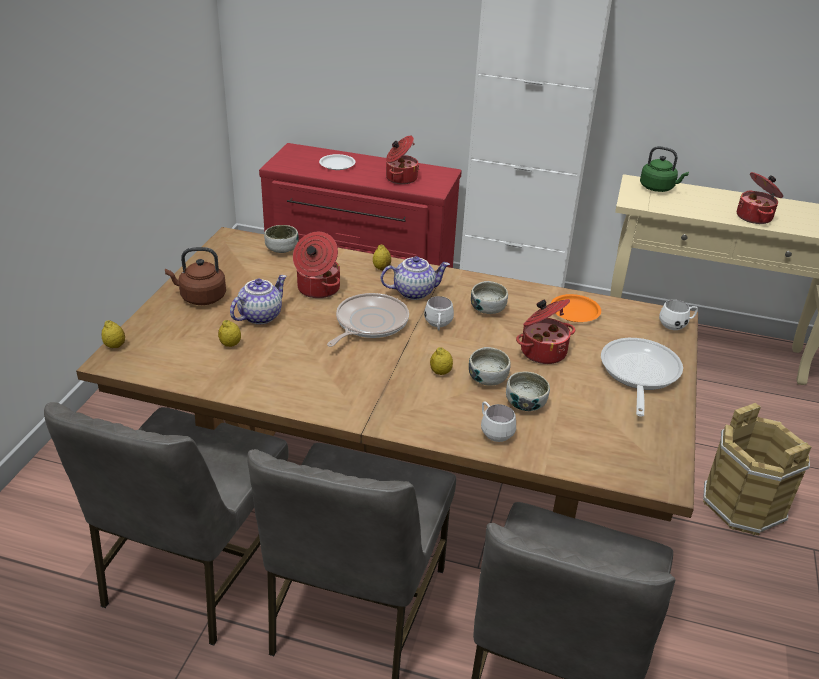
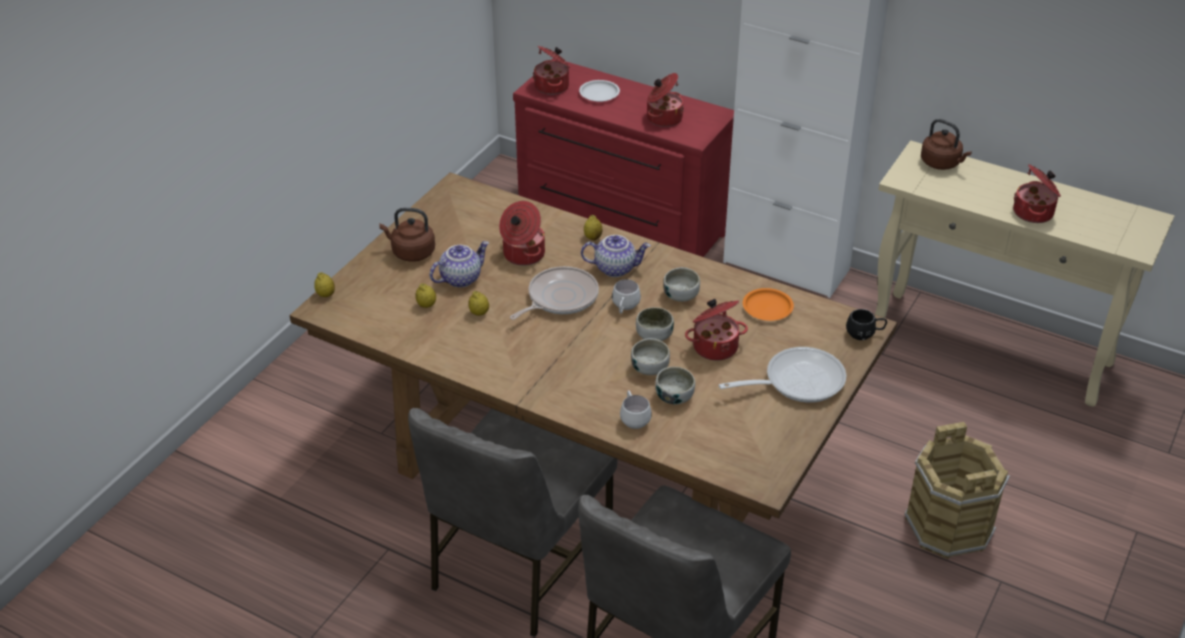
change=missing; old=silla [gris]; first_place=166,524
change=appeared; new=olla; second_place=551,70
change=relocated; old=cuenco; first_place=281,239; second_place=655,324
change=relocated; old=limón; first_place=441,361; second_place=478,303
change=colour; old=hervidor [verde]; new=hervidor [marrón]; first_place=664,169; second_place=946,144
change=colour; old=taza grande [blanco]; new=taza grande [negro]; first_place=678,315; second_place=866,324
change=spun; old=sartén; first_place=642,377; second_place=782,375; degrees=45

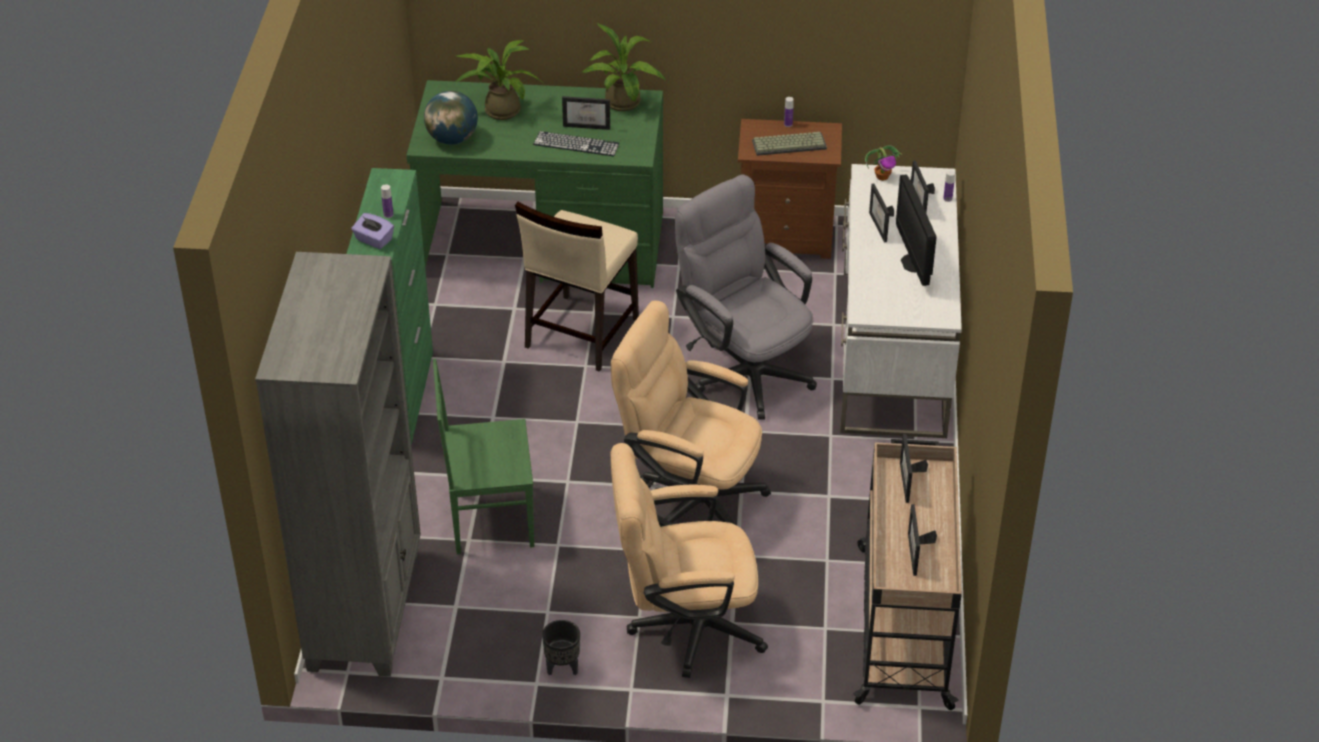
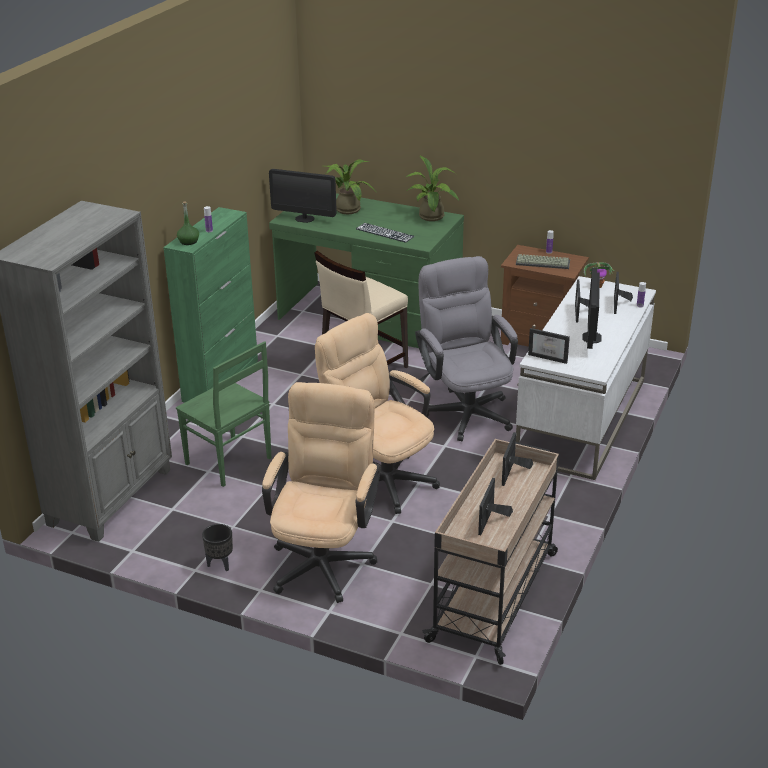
change=relocated; old=portarretratos; first_place=586,113; second_place=549,346
change=exchanged; old=caja de pañuelos [morado]; new=botella [verde]; first_place=372,231; second_place=188,223
change=exchanged; old=globo terráqueo; new=monitor; first_place=451,118; second_place=302,196
change=spun; old=silla [verde]; first_place=483,456; second_place=223,414; degrees=-150
change=spun; old=silla de oficina [beis]; first_place=689,560; second_place=321,492; degrees=90

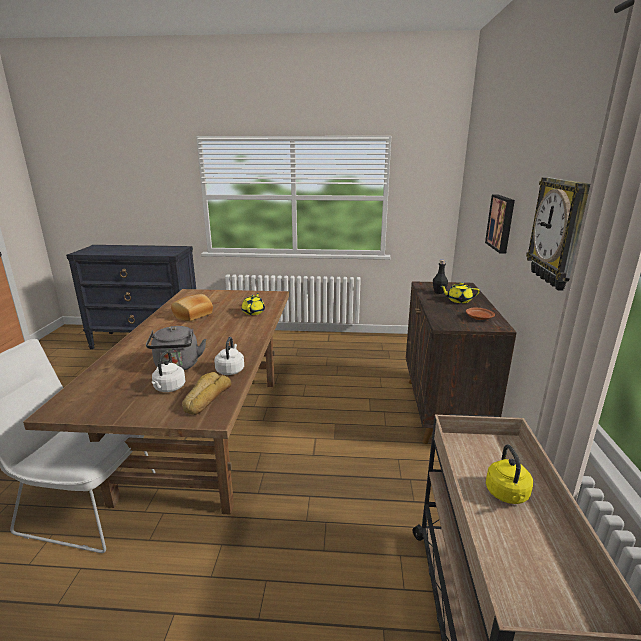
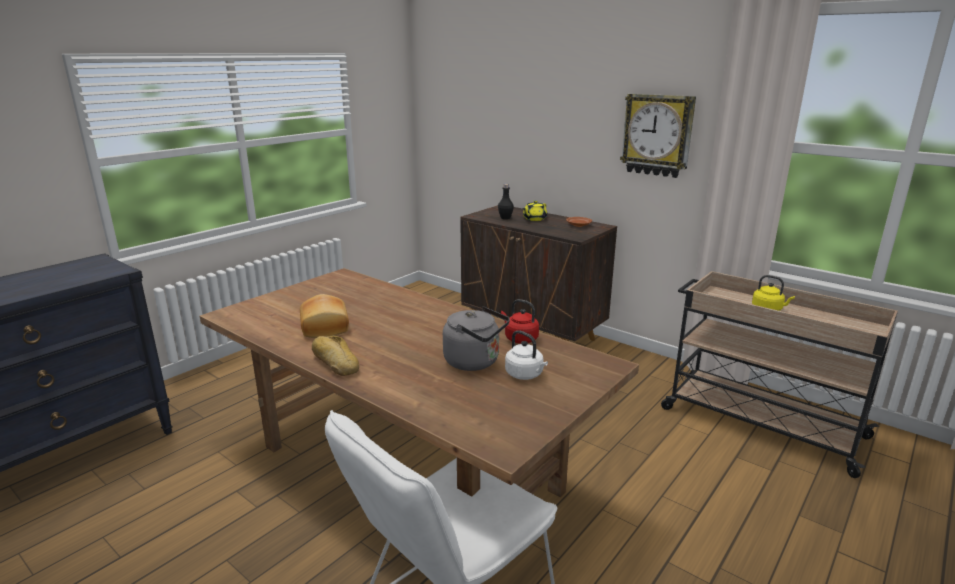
change=missing; old=tetera [amarillo]; first_place=253,304
change=missing; old=cuadro; first_place=500,224
change=relocated; old=pan; first_place=206,393; second_place=335,356
change=colour; old=hervidor [blanco]; new=hervidor [rojo]; first_place=229,356; second_place=520,321

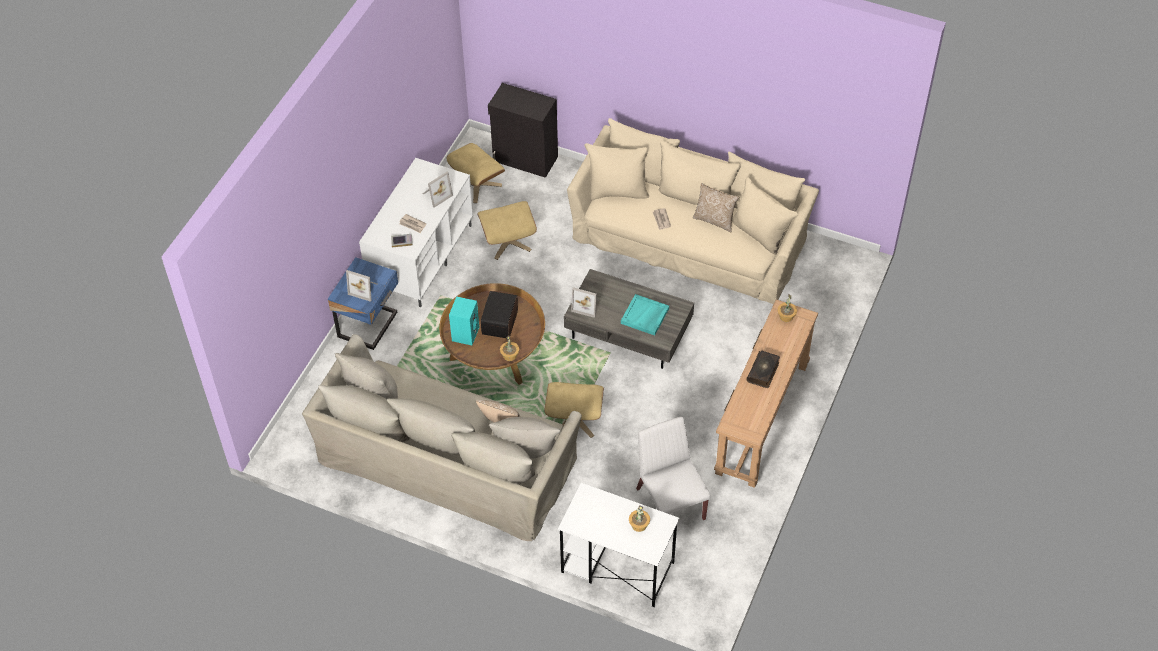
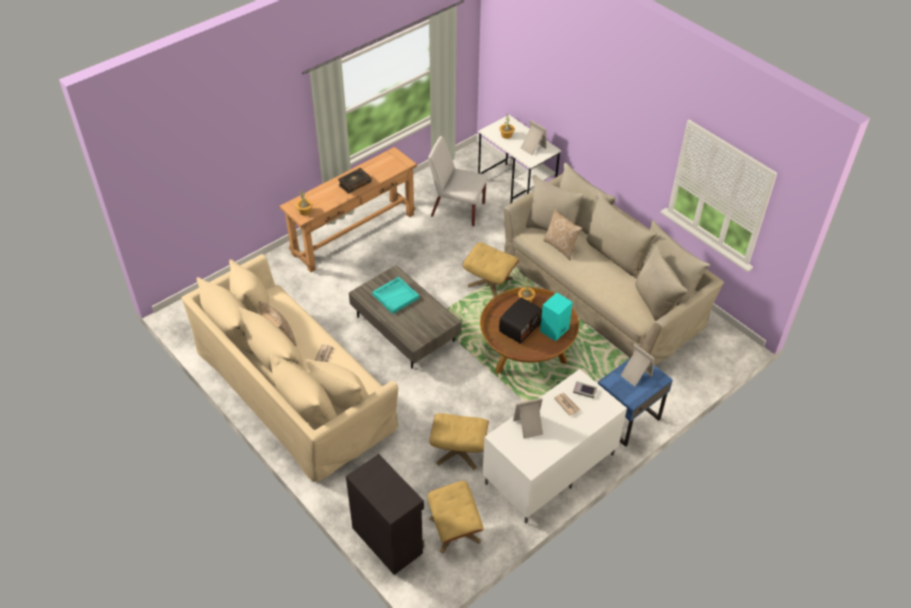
change=relocated; old=portarretratos; first_place=585,302; second_place=534,137
change=spun; old=silla [blanco]; first_place=673,468; second_place=458,181; degrees=105

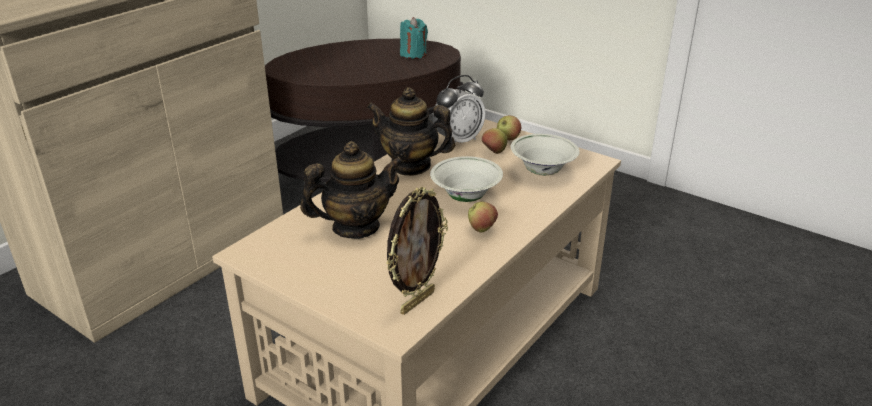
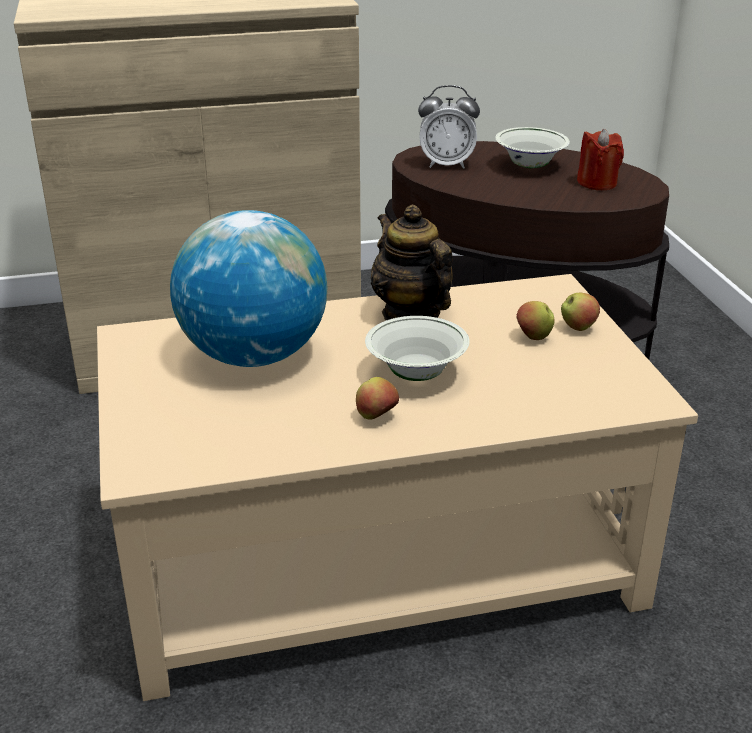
change=missing; old=portarretratos; first_place=417,251
change=relocated; old=despertador; first_place=459,109; second_place=449,127
change=relocated; old=cuenco [blanco]; first_place=545,154; second_place=532,147
change=exchanged; old=tetera; new=globo terráqueo; first_place=352,190; second_place=248,288
change=colour; old=vela [turquesa]; new=vela [rojo]; first_place=414,38; second_place=600,159

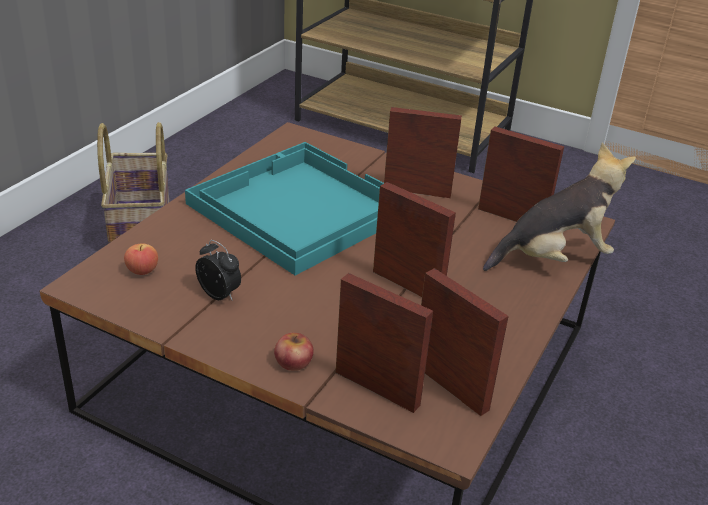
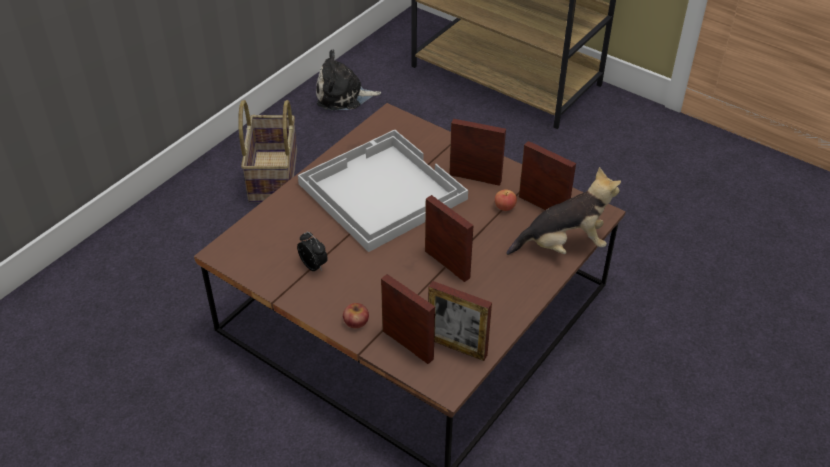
change=appeared; new=peluche; second_place=348,80
change=relocated; old=manzana; first_place=141,259; second_place=506,200
change=colour; old=bandeja [turquesa]; new=bandeja [blanco]; first_place=284,209; second_place=383,190
change=spun; old=portarretratos; first_place=465,342; second_place=460,321; degrees=150

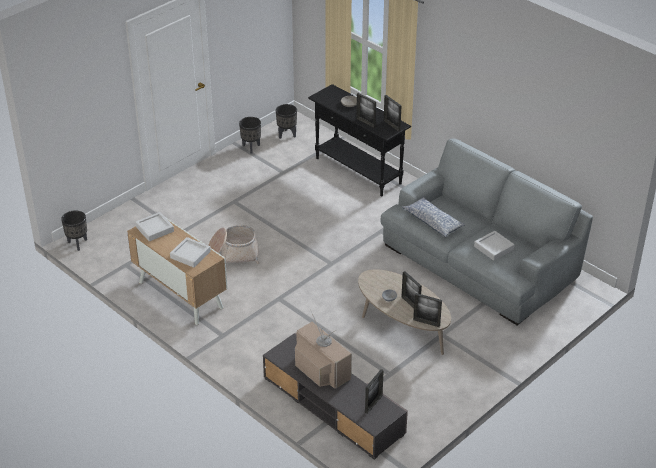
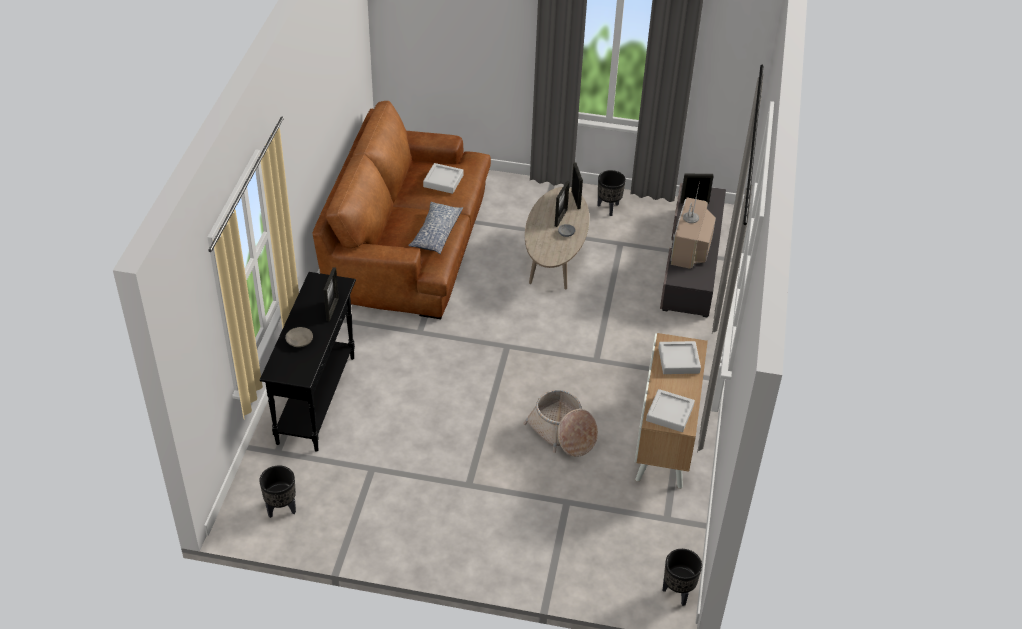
change=missing; old=portarretratos; first_place=392,113
change=relocated; old=maceta [negro]; first_place=250,135; second_place=611,193
change=colour; old=sofá [gris]; new=sofá [marrón]; first_place=487,231; second_place=401,210

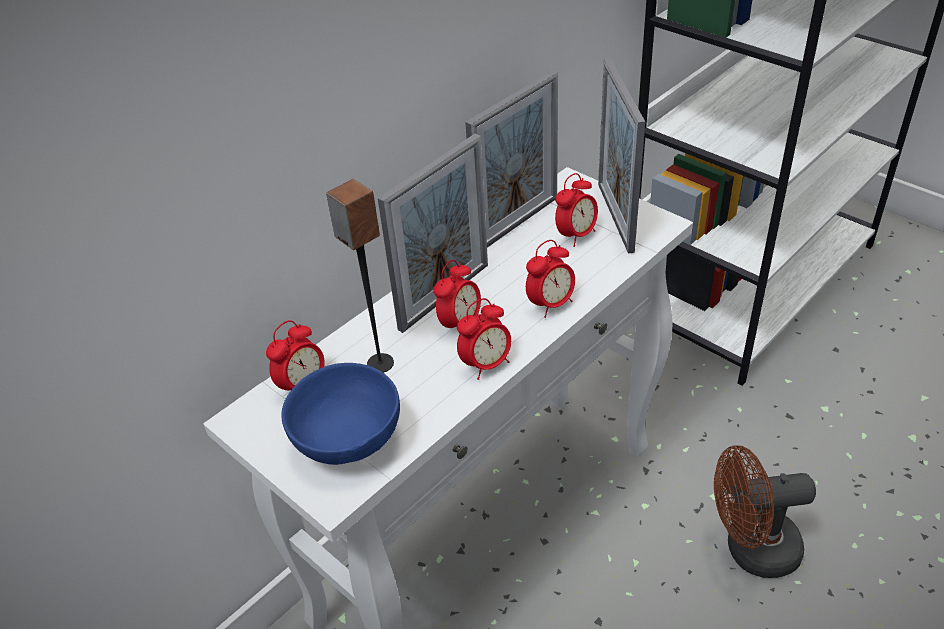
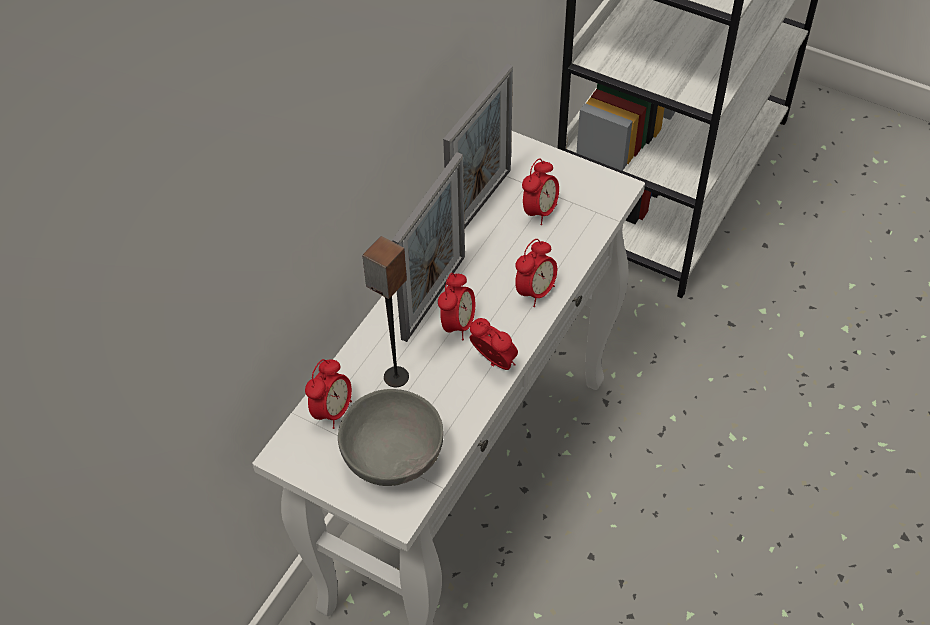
change=missing; old=portarretratos; first_place=621,156
change=missing; old=ventilador [marrón]; first_place=765,511
change=colour; old=cuenco [azul]; new=cuenco [gris]; first_place=340,414; second_place=391,437
change=spun; old=despertador; first_place=484,339; second_place=494,344; degrees=-90

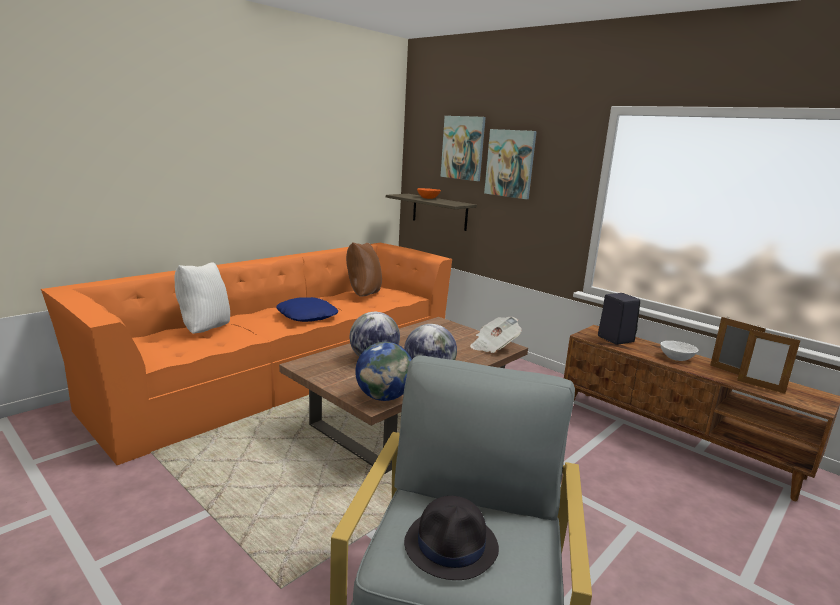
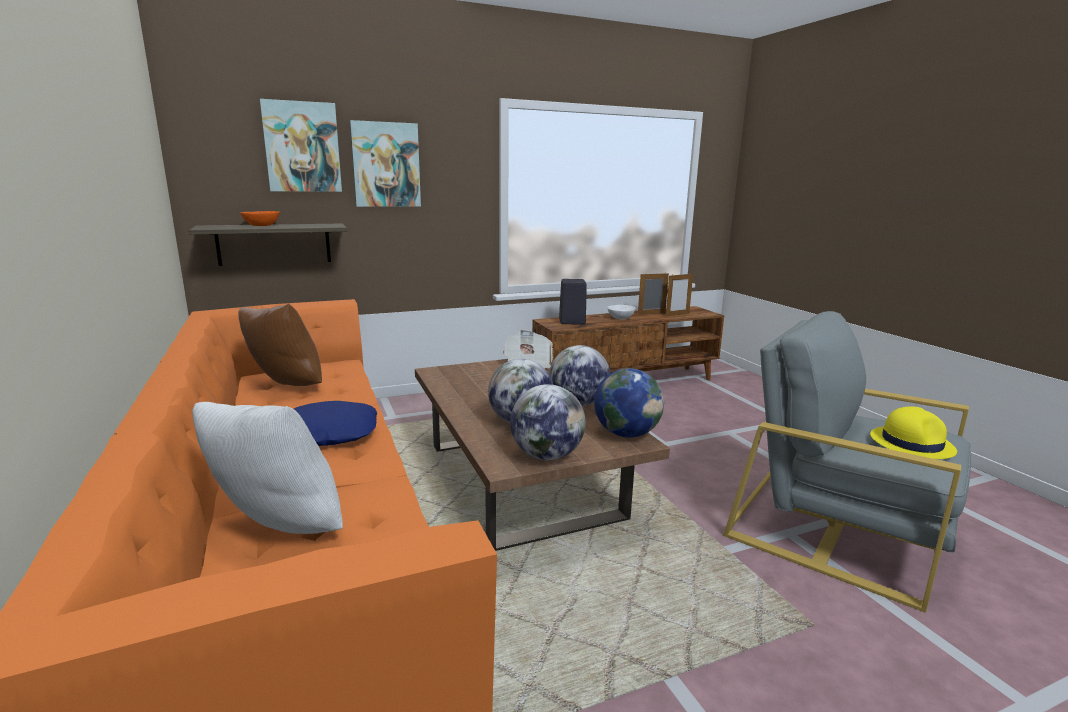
change=appeared; new=globo terráqueo; second_place=548,422
change=colour; old=sombrero [negro]; new=sombrero [amarillo]; first_place=451,538; second_place=913,432

